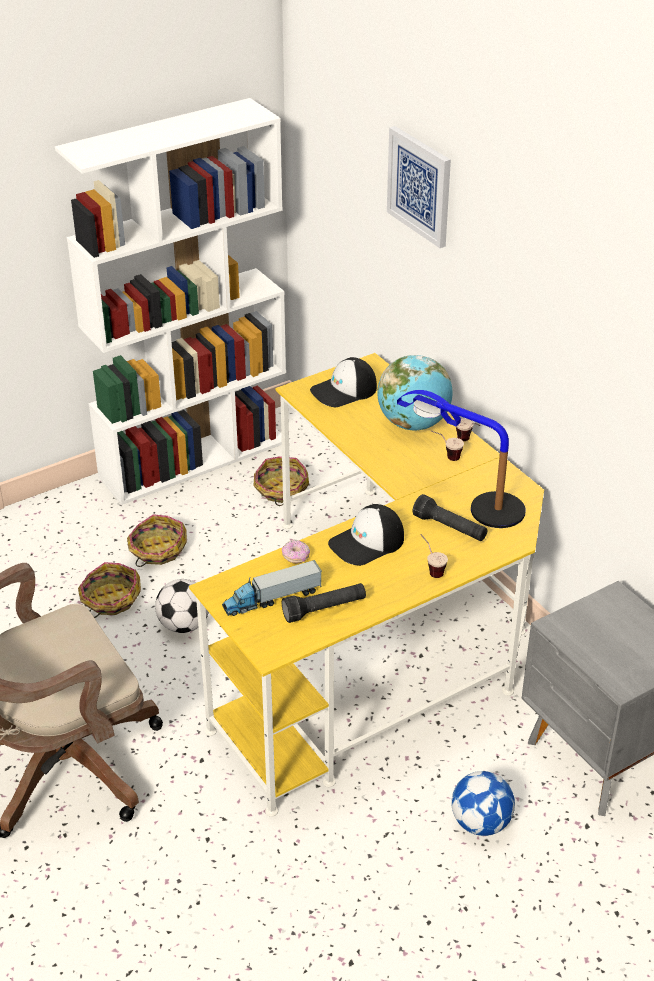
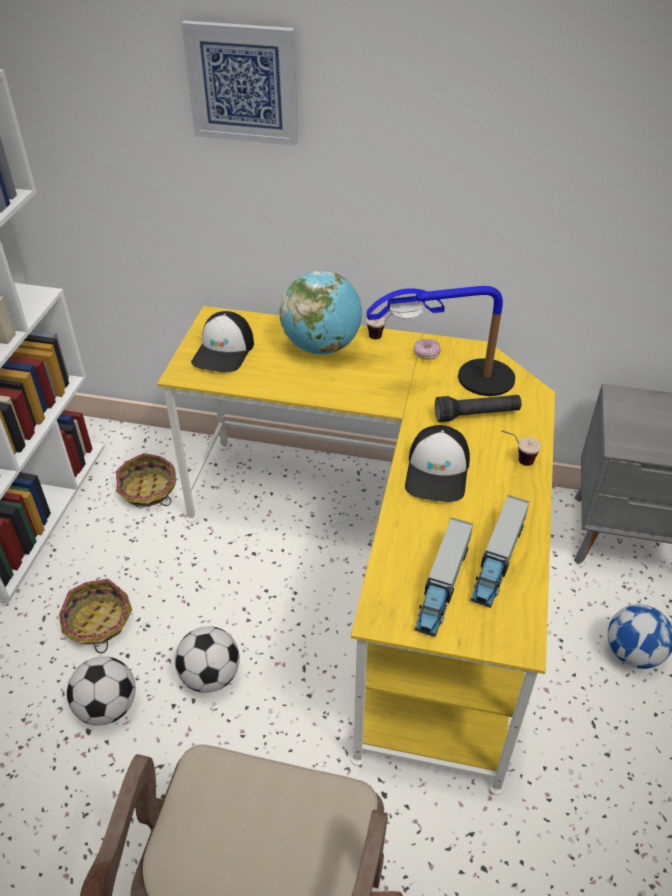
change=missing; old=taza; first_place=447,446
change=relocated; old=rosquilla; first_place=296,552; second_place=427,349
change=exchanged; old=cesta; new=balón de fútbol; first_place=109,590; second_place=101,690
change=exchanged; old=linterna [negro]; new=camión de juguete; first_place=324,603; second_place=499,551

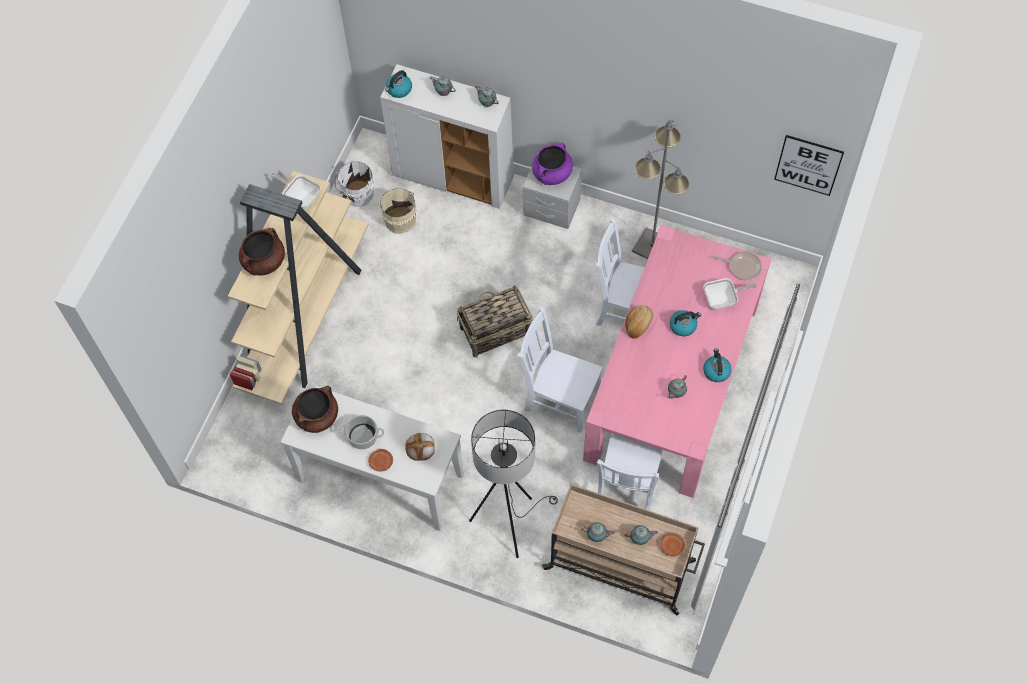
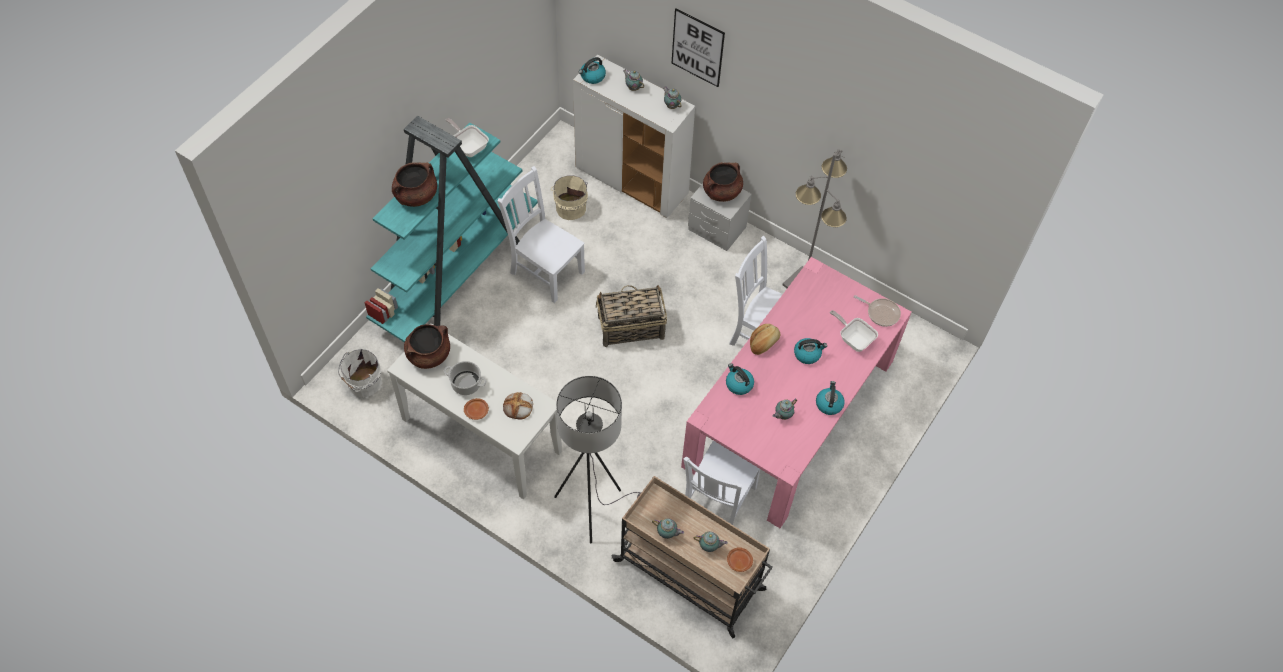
change=appeared; new=hervidor; second_place=740,379
change=relocated; old=cubo [blanco]; first_place=354,184; second_place=360,373
change=relocated; old=silla [blanco]; first_place=560,370; second_place=541,234
change=relocated; old=cuadro; first_place=809,165; second_place=698,47
change=colour; old=estantería [beis]; new=estantería [turquesa]; first_place=298,288; second_place=451,229
change=colour; old=olla [morado]; new=olla [marrón]; first_place=552,164; second_place=723,182
change=spun; old=sartén; first_place=730,294; second_place=854,331; degrees=-135

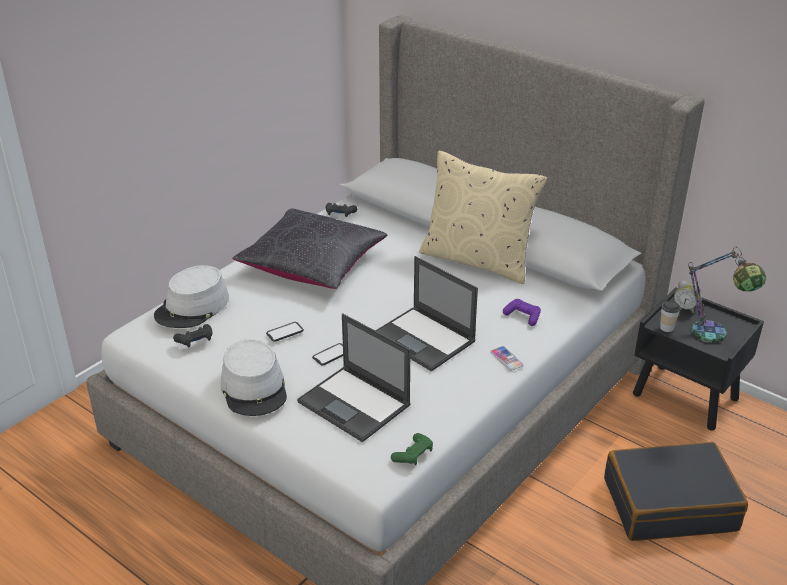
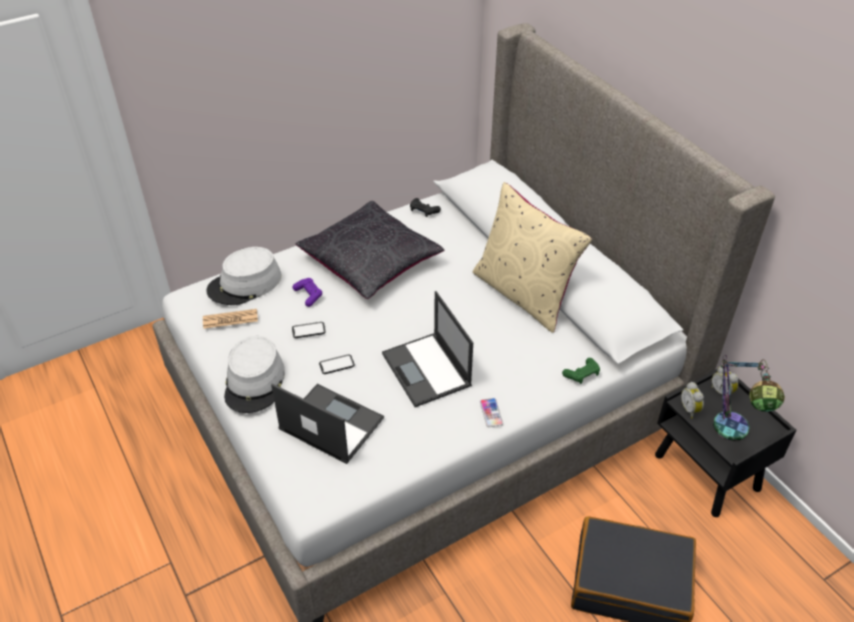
change=relocated; old=mando de consola [verde]; first_place=412,449; second_place=581,371
change=relocated; old=mando de consola [morado]; first_place=522,312; second_place=307,292
change=exchanged; old=mando de consola [negro]; new=periódico; first_place=192,335; second_place=230,319
change=exchanged; old=taza; new=despertador; first_place=670,316; second_place=692,400
change=spun; old=portátil; first_place=354,377; second_place=327,423; degrees=150

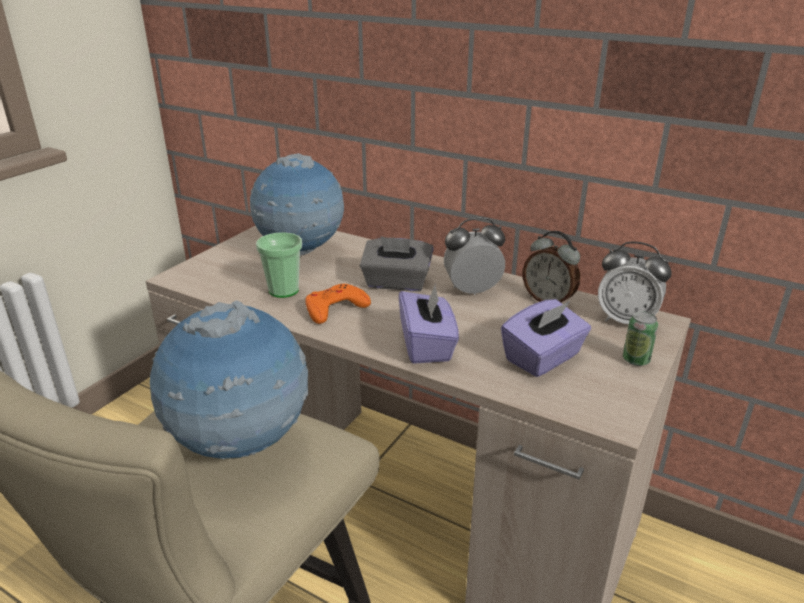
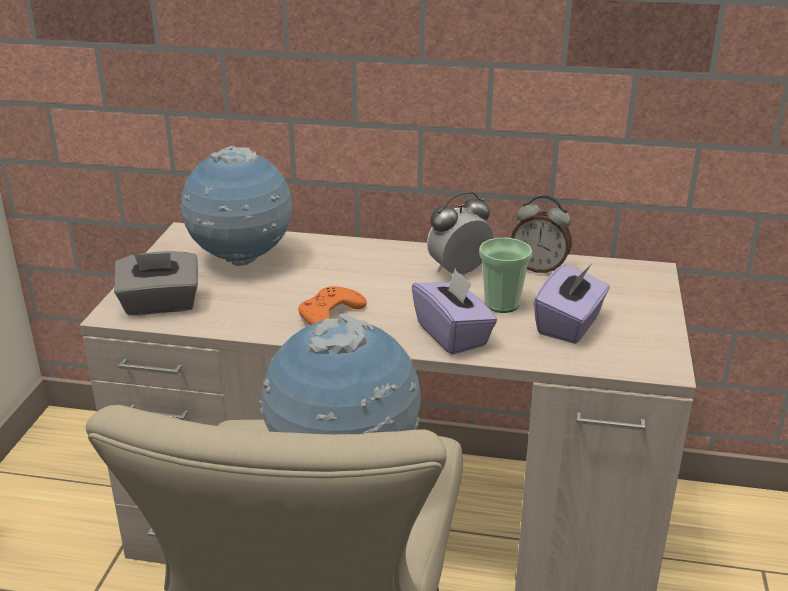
change=missing; old=despertador; first_place=635,283
change=missing; old=lata; first_place=640,338
change=relocated; old=taza; first_place=279,265; second_place=505,275
change=relocated; old=caja de pañuelos [gris]; first_place=397,263; second_place=156,283

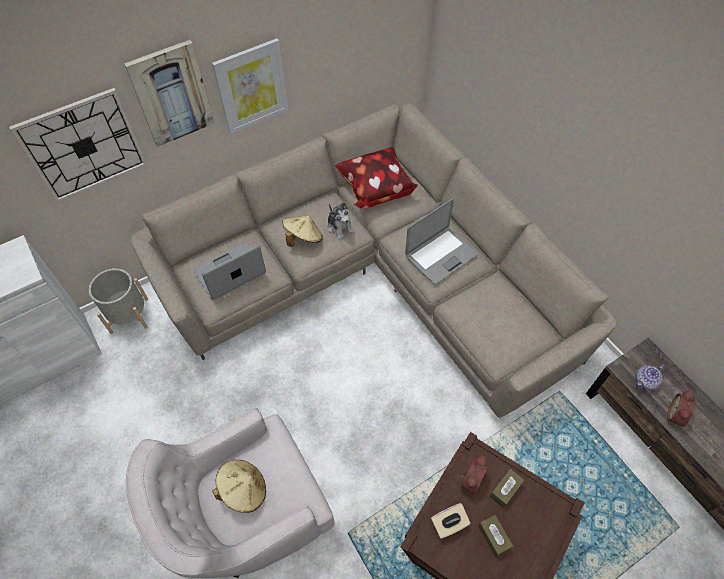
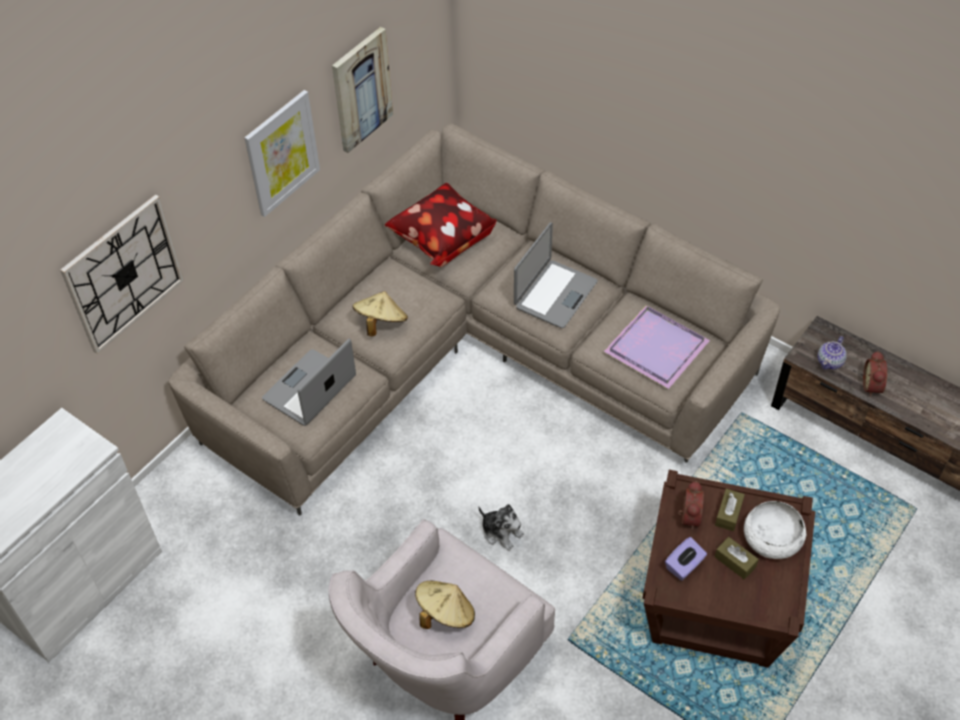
change=missing; old=maceta [gris]; first_place=118,301
change=appeared; new=bandeja [morado]; second_place=657,347
change=appeared; new=cuenco [blanco]; second_place=775,530
change=relocated; old=cuadro; first_place=169,93; second_place=362,90
change=relocated; old=peluche; first_place=341,221; second_place=501,527
change=colour; old=caja de pañuelos [beis]; new=caja de pañuelos [morado]; first_place=450,521; second_place=686,559

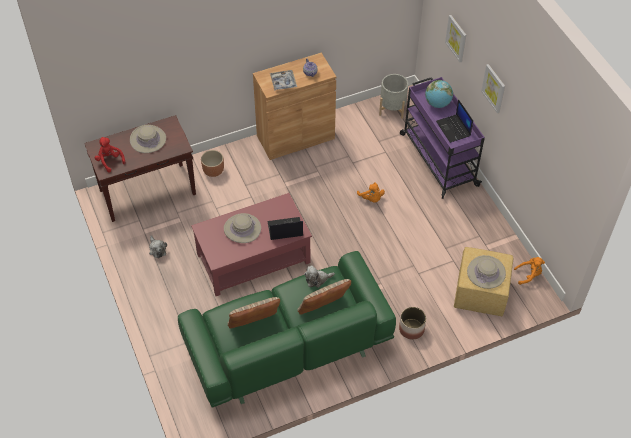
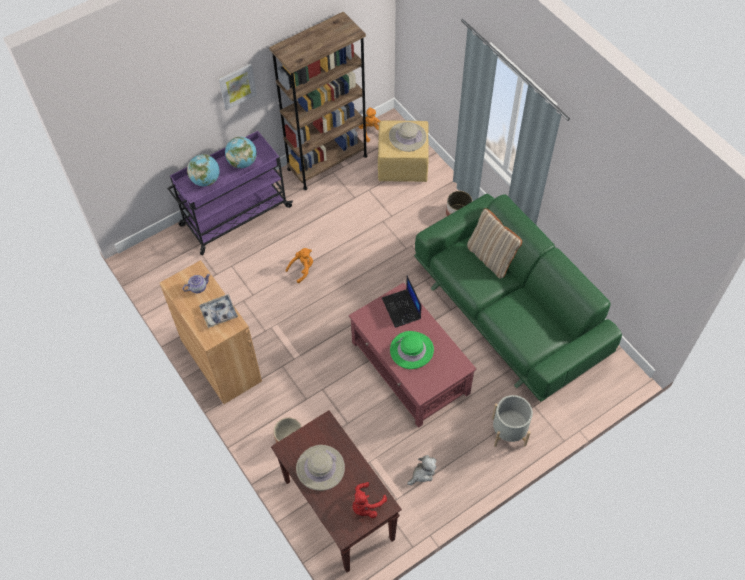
change=missing; old=cojín [beis]; first_place=253,313
change=missing; old=peluche; first_place=319,276
change=missing; old=cuadro; first_place=455,38
change=appeared; new=estantería [marrón]; second_place=318,101
change=relocated; old=maceta [gris]; first_place=393,96; second_place=512,421
change=exchanged; old=portátil; new=globo terráqueo; first_place=454,121; second_place=241,152
change=colour; old=sombrero [beis]; new=sombrero [verde]; first_place=242,228; second_place=412,350

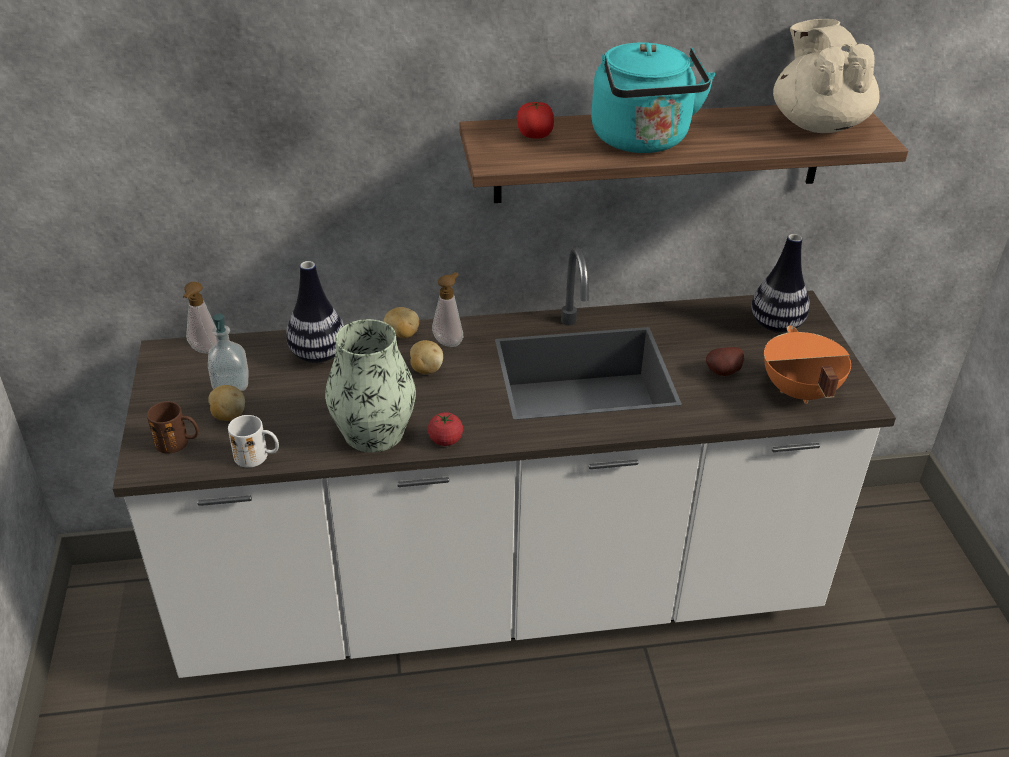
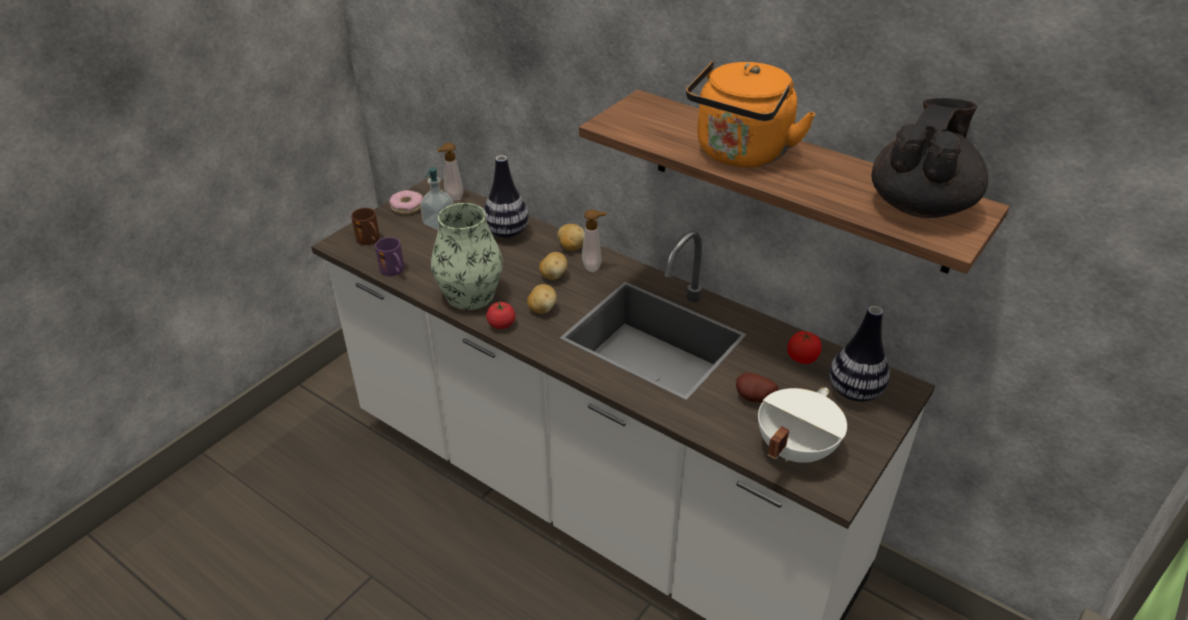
change=appeared; new=rosquilla; second_place=406,202
change=relocated; old=patata; first_place=226,403; second_place=542,299
change=relocated; old=tomate; first_place=535,120; second_place=804,347
change=colour; old=taza grande [blanco]; new=taza grande [morado]; first_place=253,441; second_place=389,256
change=colour; old=hervidor [turquesa]; new=hervidor [naranja]; first_place=653,97; second_place=751,114
change=colour; old=olla [naranja]; new=olla [blanco]; first_place=807,365; second_place=802,425
change=colour; old=tetera [beis]; new=tetera [negro]; first_place=826,76; second_place=929,158

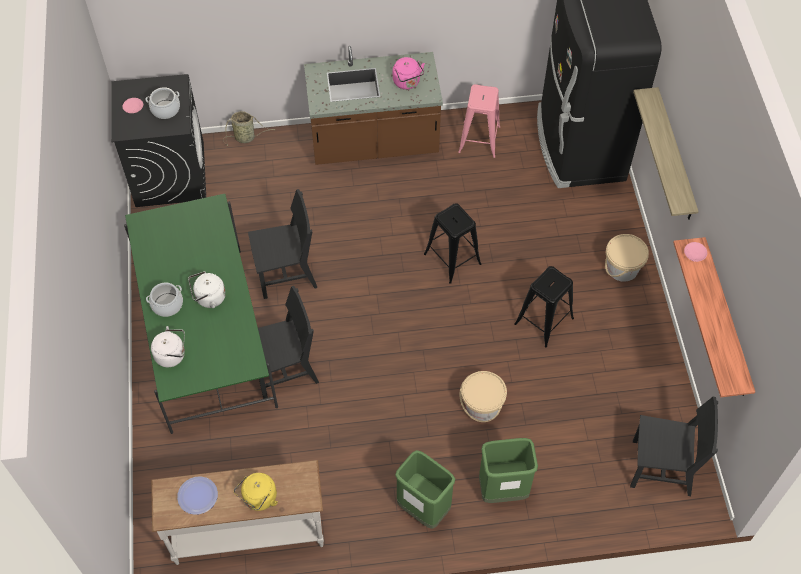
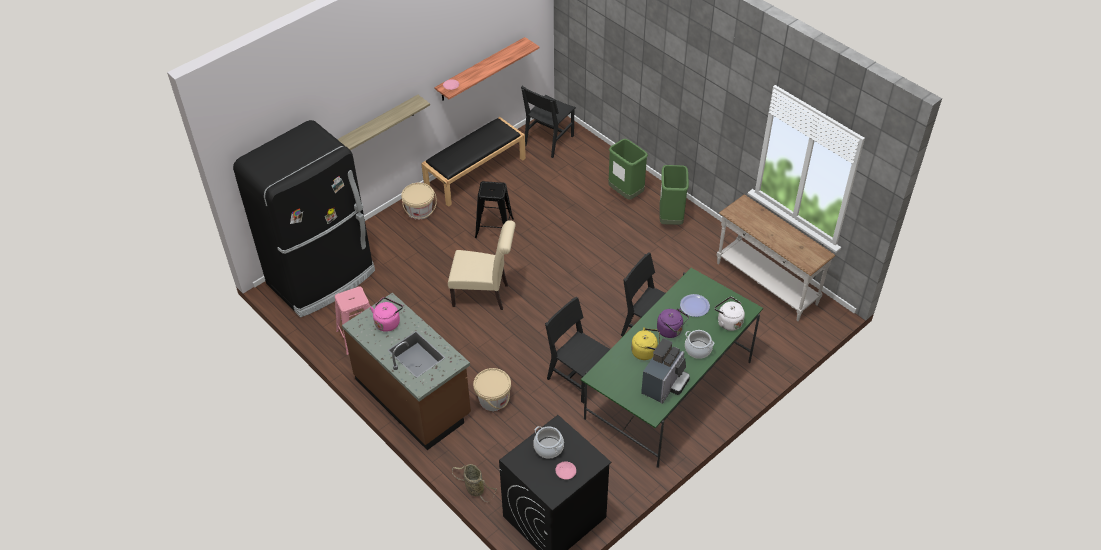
change=appeared; new=banco [negro]; second_place=473,162
change=appeared; new=cafetera; second_place=665,371
change=relocated; old=plato; first_place=197,495; second_place=695,305
change=relocated; old=hervidor [amarillo]; first_place=256,492; second_place=645,343
change=relocated; old=cubo [beis]; first_place=483,396; second_place=492,389
change=exchanged; old=taburete [negro]; new=silla [beis]; first_place=452,243; second_place=482,265
change=colour; old=hervidor [blanco]; new=hervidor [morado]; first_place=207,289; second_place=673,323
change=spun; old=silla [negro]; first_place=674,446; second_place=548,122; degrees=-120

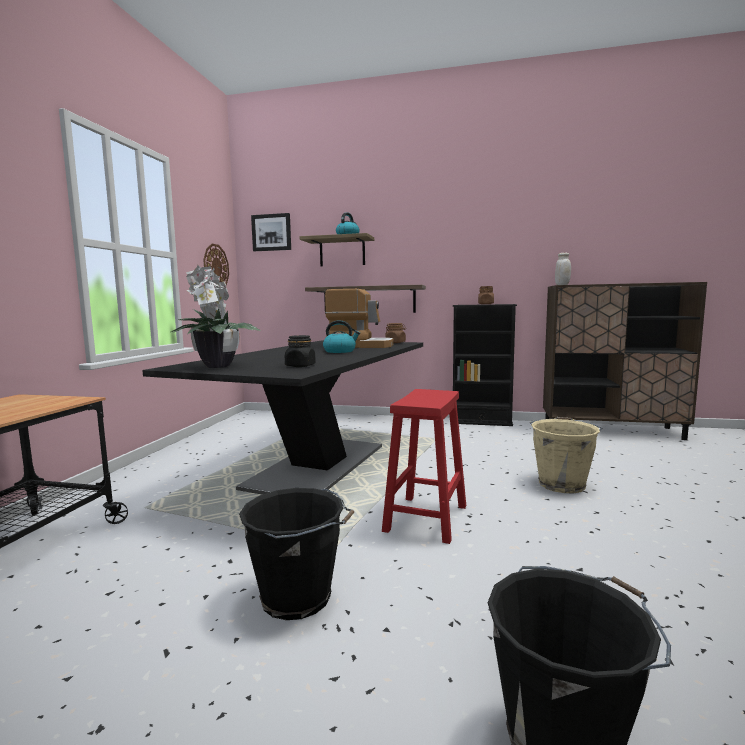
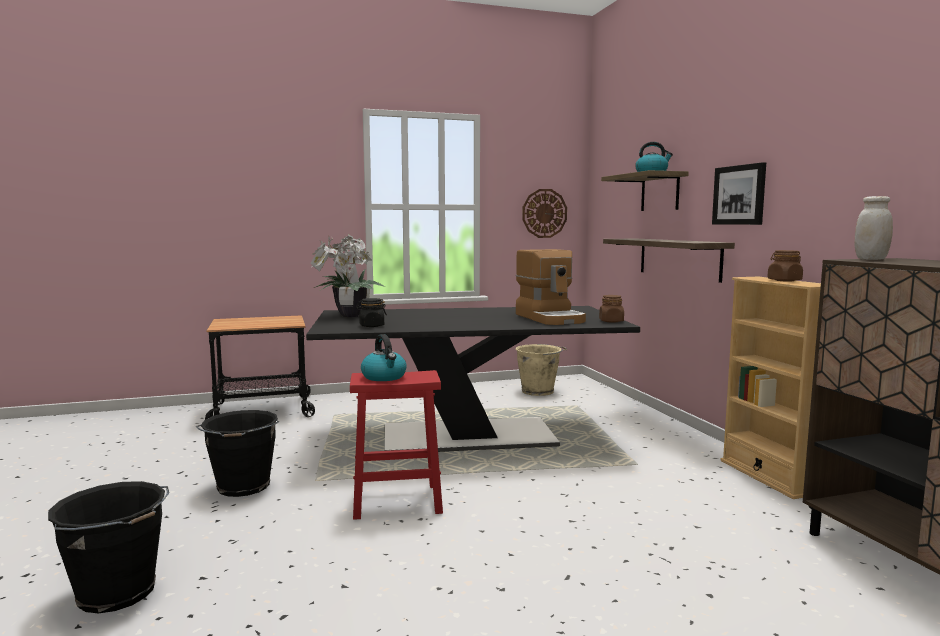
change=relocated; old=cuadro; first_place=271,232; second_place=739,193
change=relocated; old=hervidor; first_place=341,336; second_place=384,357
change=relocated; old=cubo [beis]; first_place=566,455; second_place=541,370
change=colour; old=estantería [negro]; new=estantería [beis]; first_place=485,365; second_place=771,388

